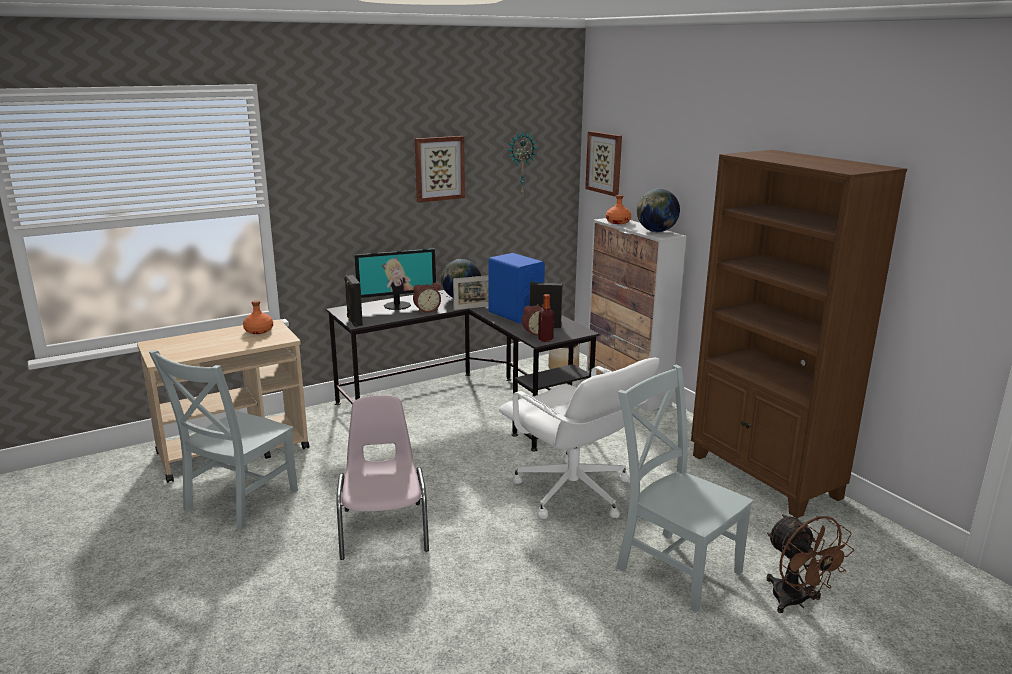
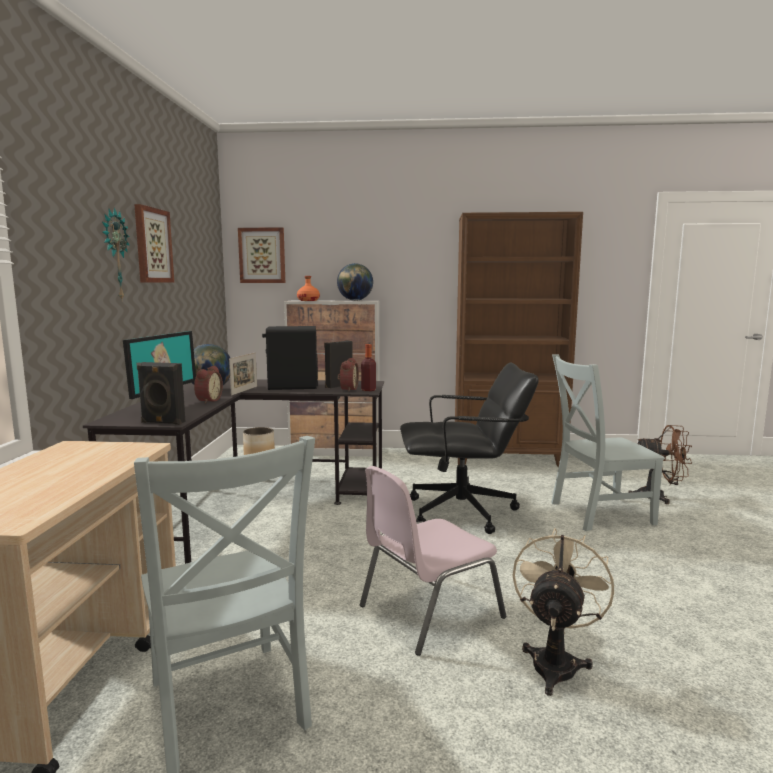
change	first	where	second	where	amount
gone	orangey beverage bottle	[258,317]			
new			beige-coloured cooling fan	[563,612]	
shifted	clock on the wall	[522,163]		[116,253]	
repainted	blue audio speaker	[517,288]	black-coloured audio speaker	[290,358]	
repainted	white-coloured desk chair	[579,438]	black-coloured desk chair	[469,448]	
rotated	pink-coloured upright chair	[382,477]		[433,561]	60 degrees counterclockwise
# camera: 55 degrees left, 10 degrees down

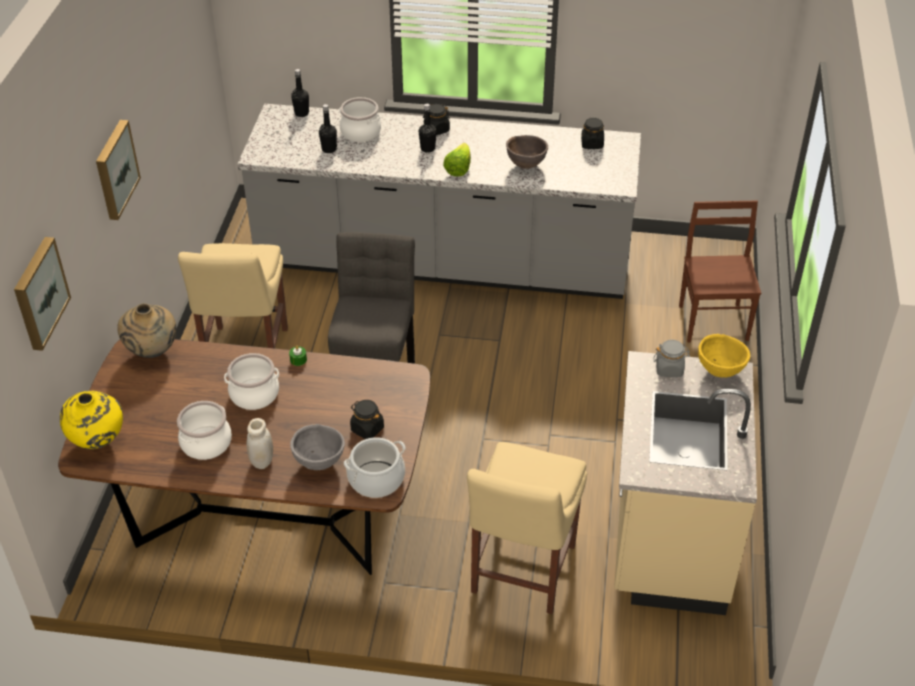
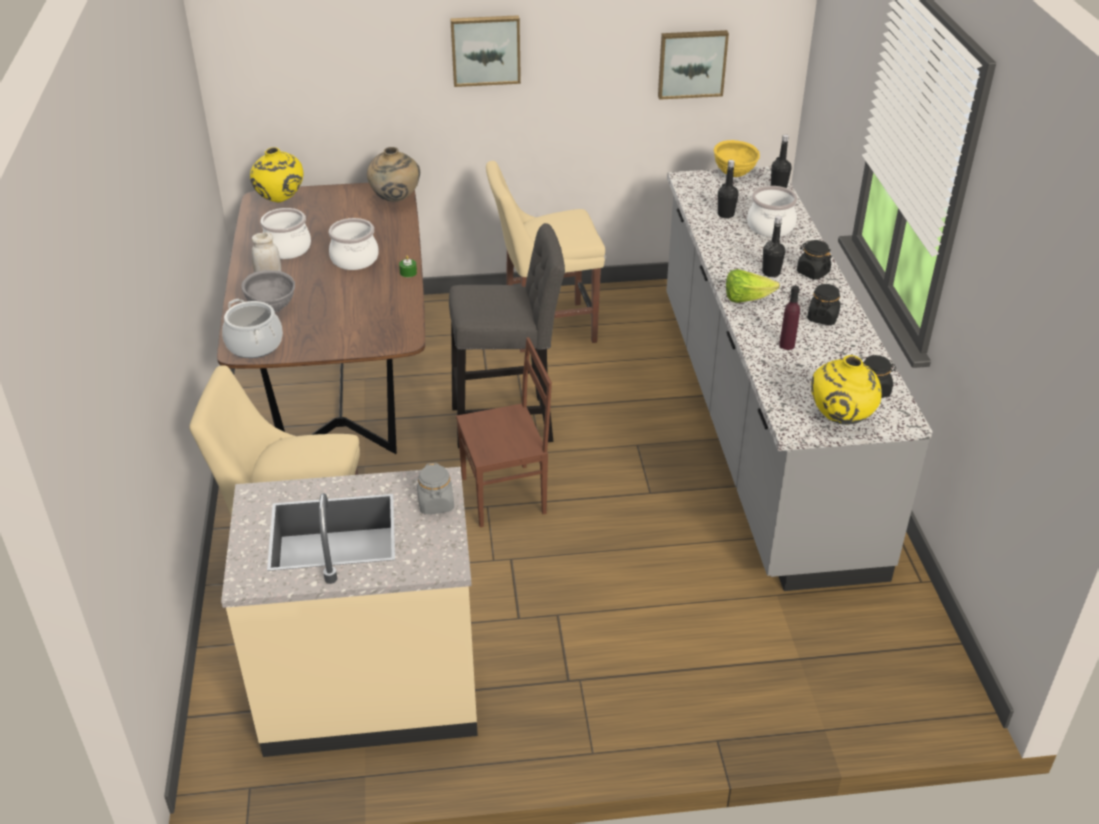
change	first	where	second	where	amount
new			yellow-coloured vase	[846,390]	
shifted	wall art	[42,294]		[693,65]	
shifted	black-coloured jar	[367,419]		[824,304]	
shifted	brown-coloured upright chair	[720,271]		[504,432]	
shifted	yellow-coloured serving bowl	[724,356]		[737,158]	
swapped	brown-coloured serving bowl	[527,152]	purple-coloured beverage bottle	[789,318]	
# camera: 75 degrees right, 5 degrees down

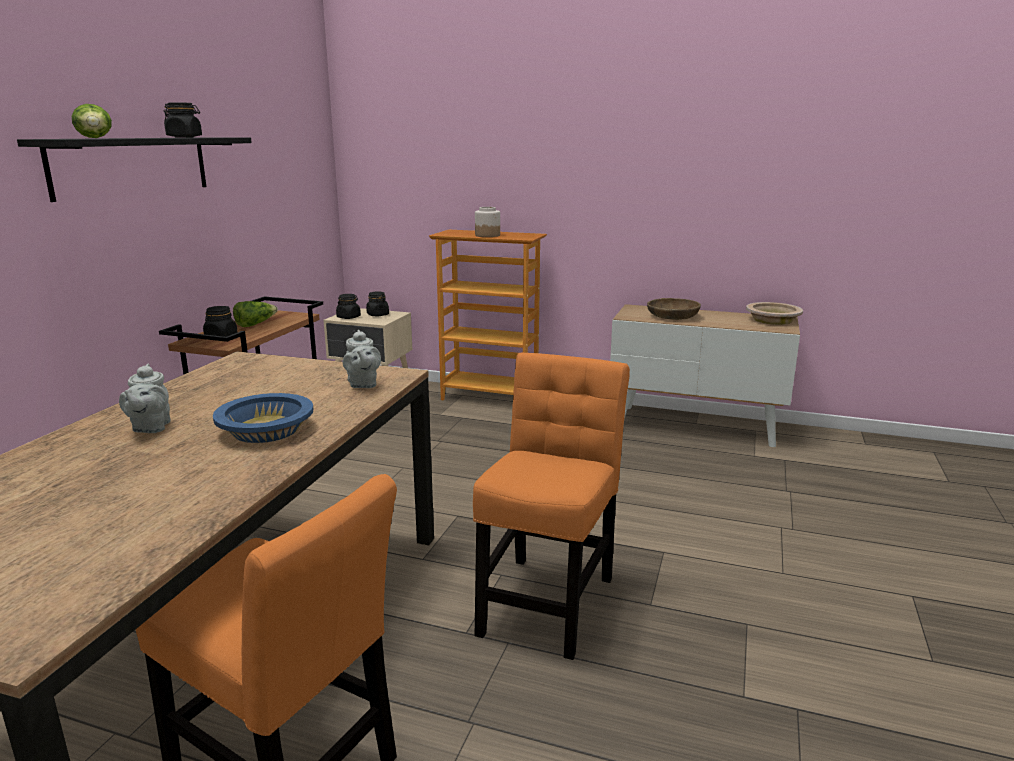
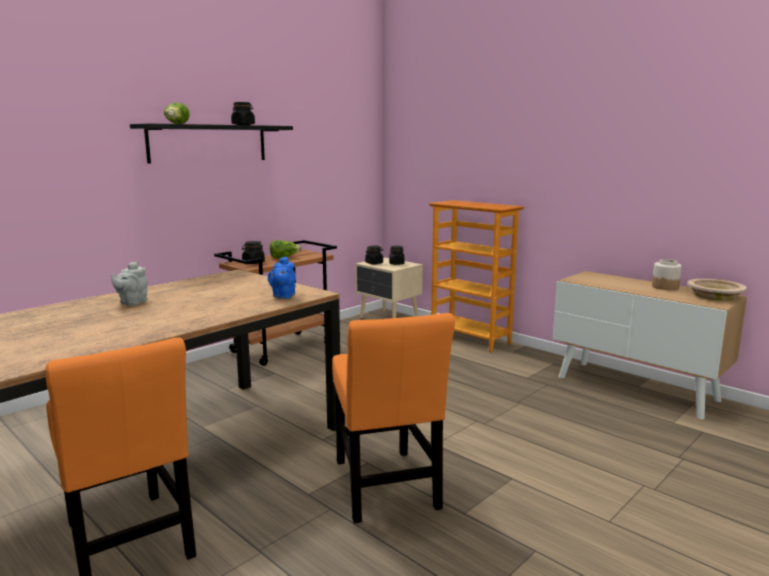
change	first	where	second	where	amount
gone	blue serving bowl	[263,418]			
gone	brown-coloured serving bowl	[674,309]			
shifted	jar	[487,222]		[667,274]	
repainted	gray pot for tea	[362,359]	blue pot for tea	[282,277]	
rotated	orangey upright chair	[551,506]		[393,418]	120 degrees clockwise
# camera: 25 degrees right, 5 degrees down

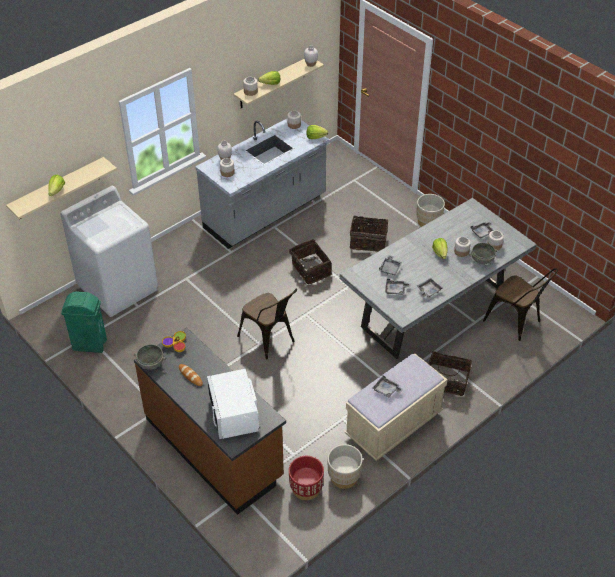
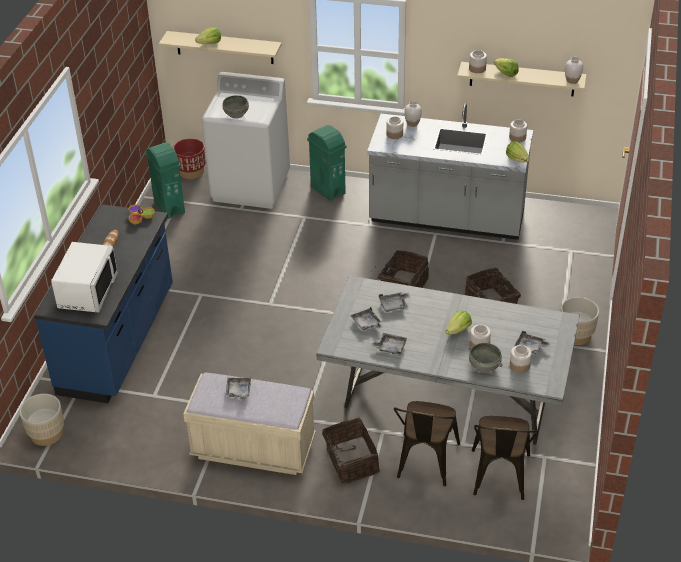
change	first	where	second	where	amount
new			green trash can	[326,163]	
shifted	gray serving bowl	[150,357]		[235,107]	
shifted	brown-coloured upright chair	[267,324]		[427,443]	
shifted	reddish planter	[306,478]		[189,158]	
shifted	beige-coloured planter	[345,466]		[41,420]	
repainted	brown-coloured counter	[210,421]	blue counter	[103,303]	
rotated	white-coloured microwave	[233,404]		[84,277]	150 degrees clockwise
# camera: 55 degrees right, 5 degrees down

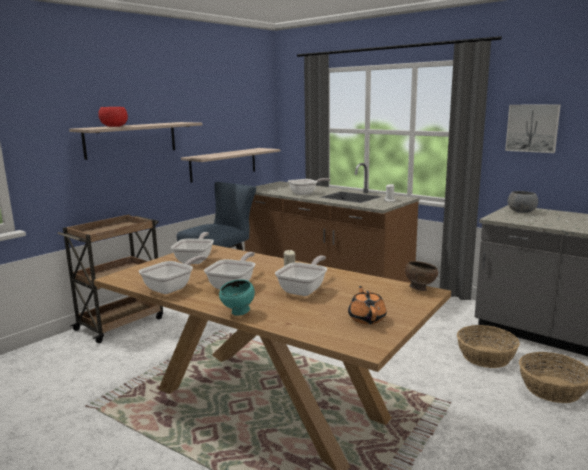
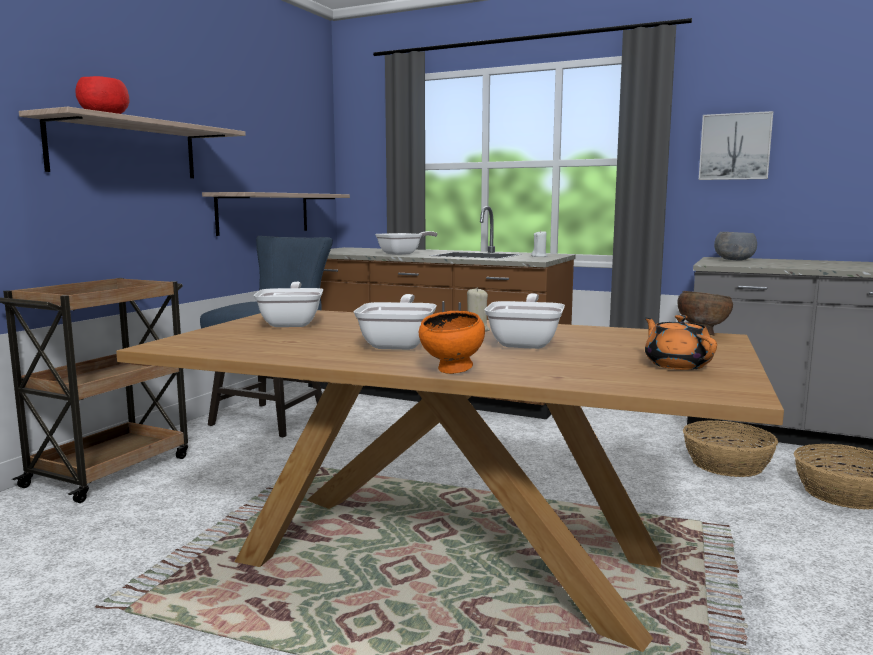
change	first	where	second	where	amount
gone	frying pan	[172,274]			
repainted	turquoise-coloured serving bowl	[237,297]	orangey serving bowl	[452,342]	
# camera: 15 degrees left, 5 degrees down

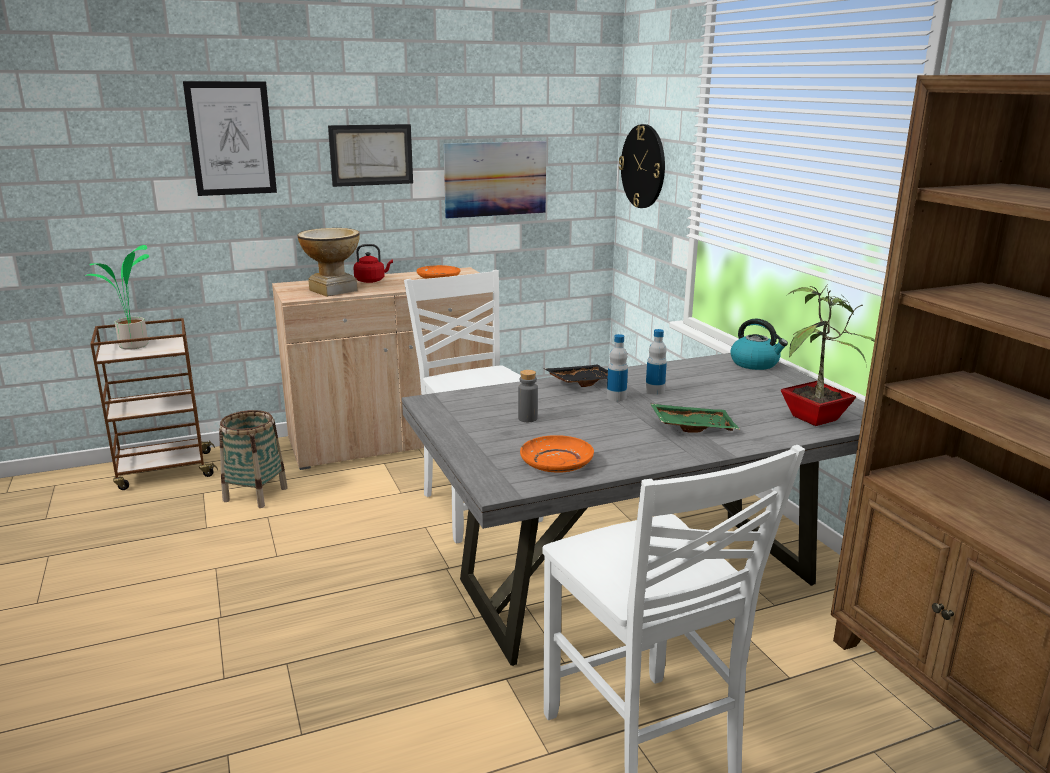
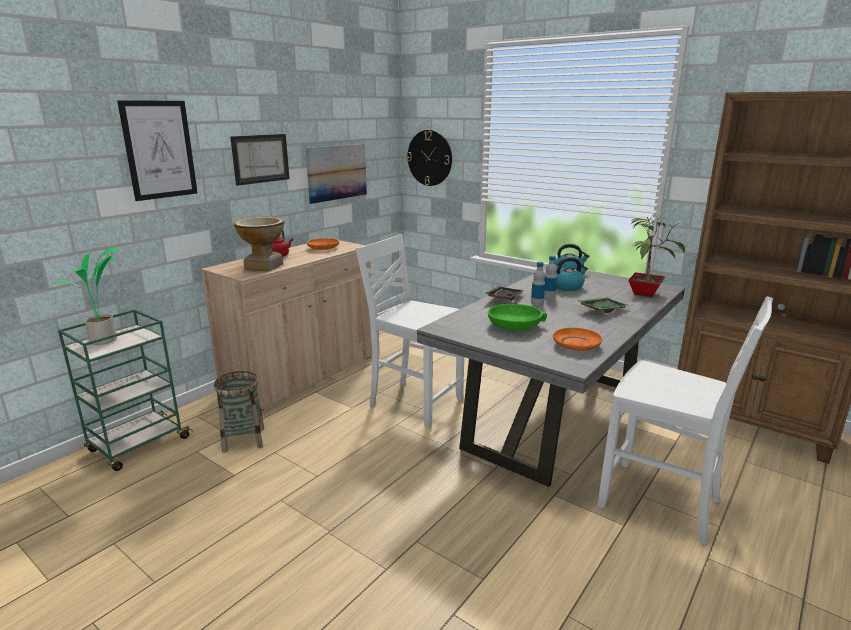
change	first	where	second	where	amount
new			kettle	[572,274]	
swapped	gray beverage bottle	[528,396]	green serving bowl	[517,317]	
repainted	brown-coloured trolley	[154,404]	green trolley	[125,390]	
# camera: 30 degrees left, 0 degrees up

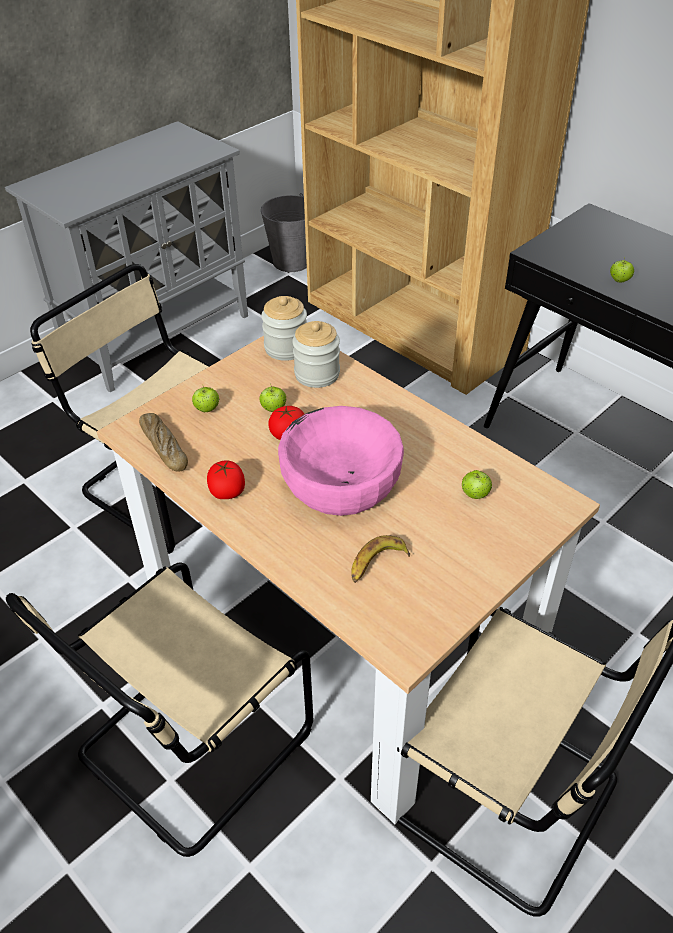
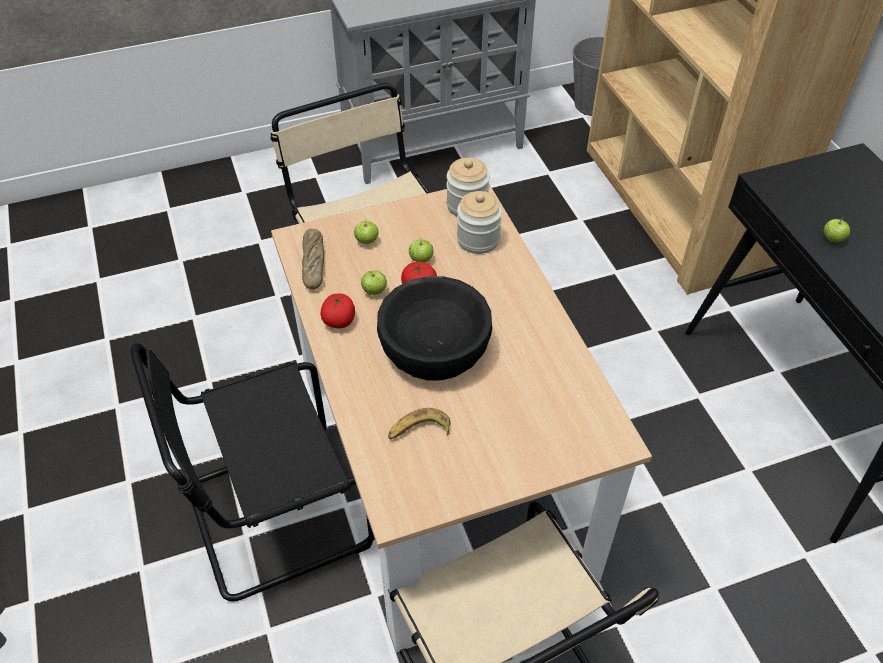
change	first	where	second	where	amount
shifted	apple fruit	[477,484]		[374,282]	
repainted	beige-coloured upright chair	[159,710]	black-coloured upright chair	[253,472]	
repainted	pink-coloured serving bowl	[341,461]	black-coloured serving bowl	[434,328]	
# camera: 25 degrees right, 5 degrees up

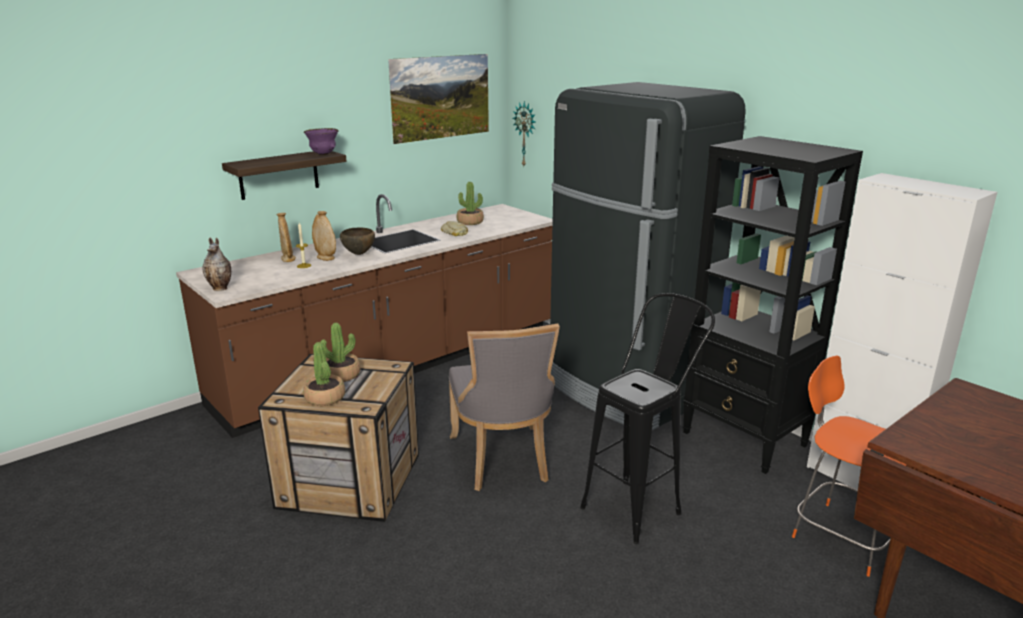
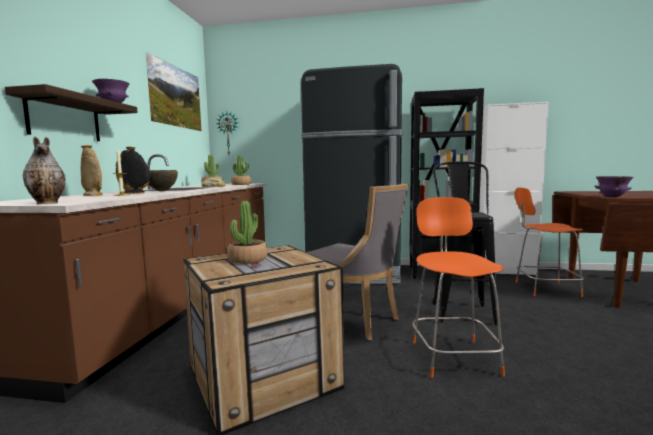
change	first	where	second	where	amount
new			orangey upright chair	[458,287]	
new			purple-coloured serving bowl	[614,186]	
shifted	plant in a pot	[324,374]		[241,170]	
repainted	beige-coloured vase	[324,236]	black-coloured vase	[133,170]	
# camera: 40 degrees left, 15 degrees down

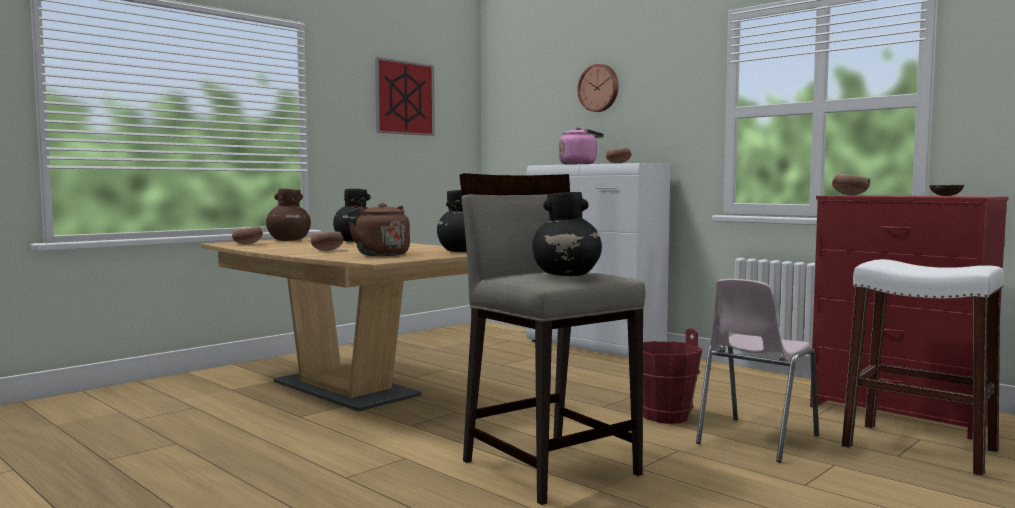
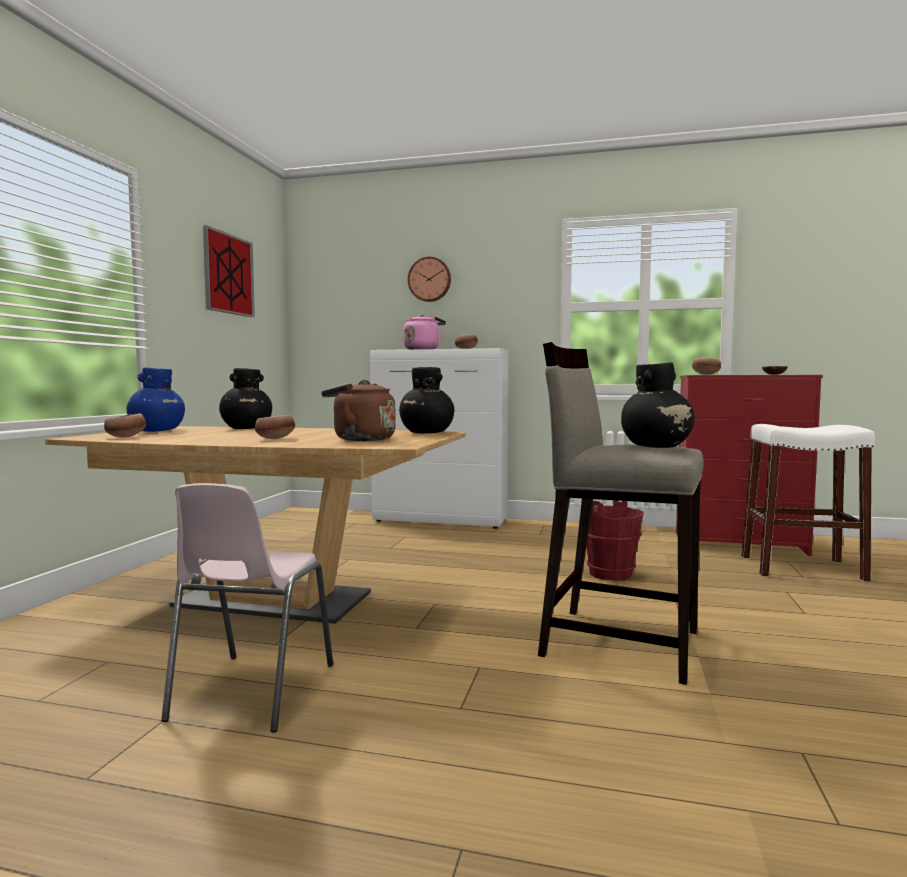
change	first	where	second	where	amount
shifted	pink-coloured upright chair	[757,371]		[247,607]	
repainted	brown-coloured vase	[288,215]	blue vase	[156,400]	
# camera: 30 degrees left, 0 degrees up

